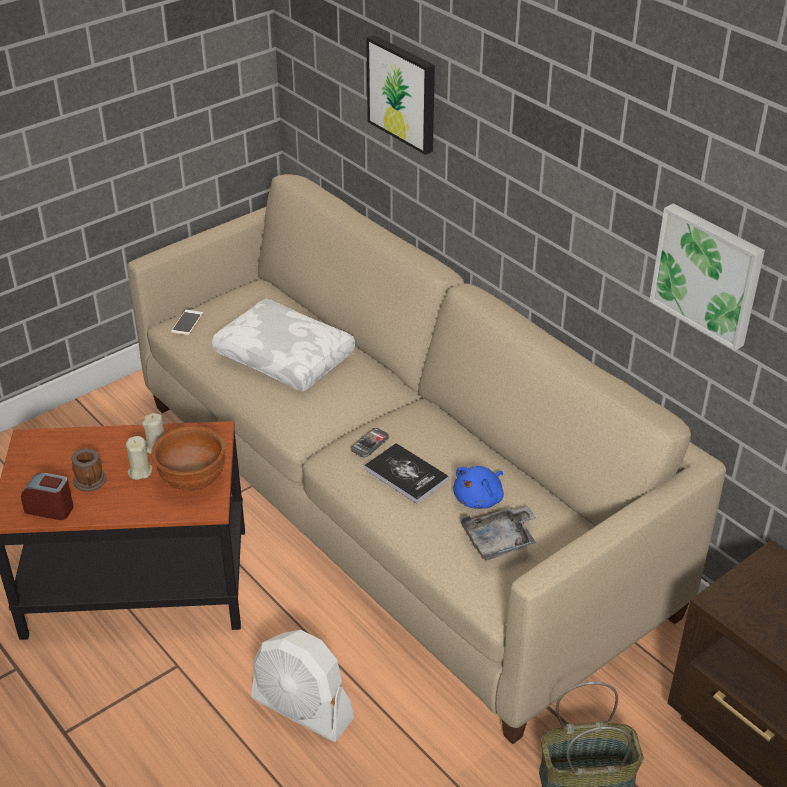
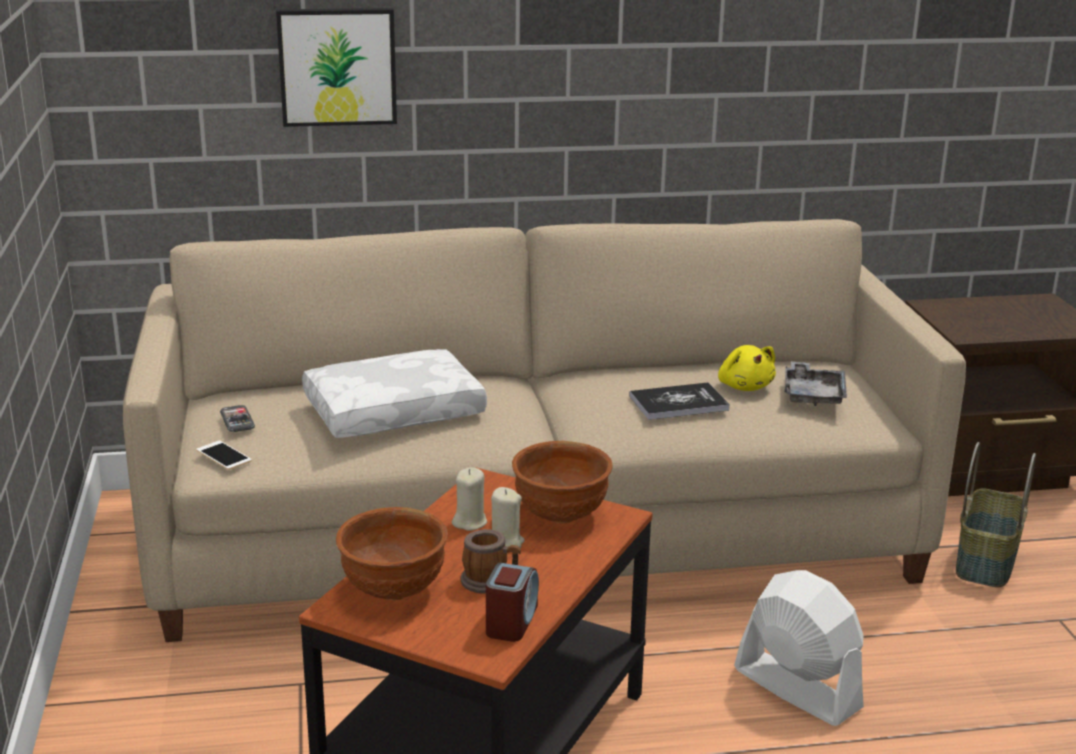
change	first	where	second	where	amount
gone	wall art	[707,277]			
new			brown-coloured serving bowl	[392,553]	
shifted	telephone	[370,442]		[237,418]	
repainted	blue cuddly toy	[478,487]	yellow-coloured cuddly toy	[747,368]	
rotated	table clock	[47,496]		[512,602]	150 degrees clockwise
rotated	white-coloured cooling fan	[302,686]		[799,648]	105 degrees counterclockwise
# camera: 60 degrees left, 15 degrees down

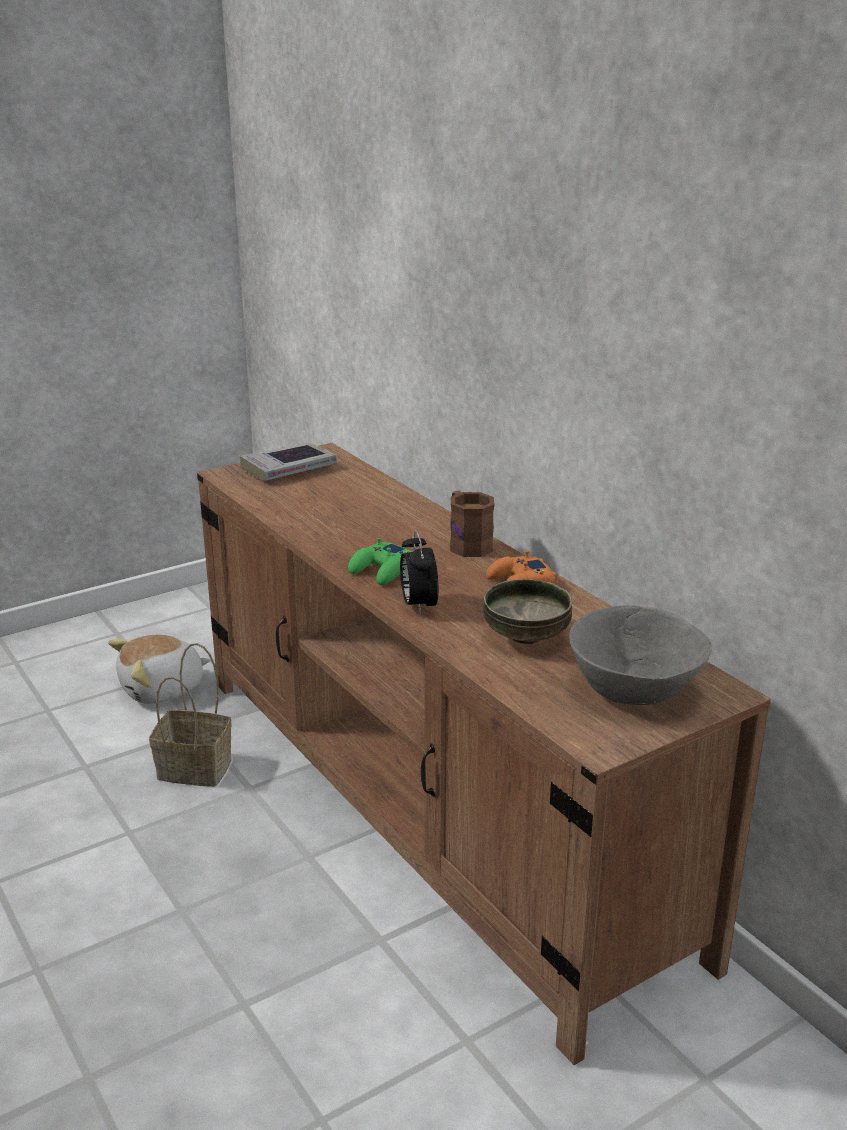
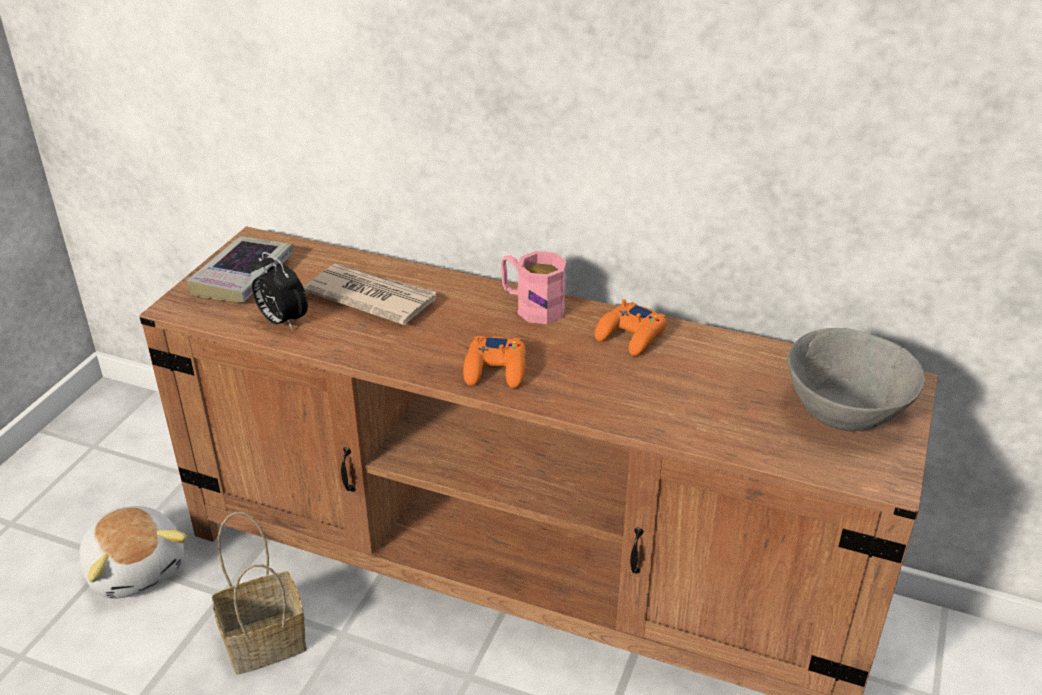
change	first	where	second	where	amount
gone	serving bowl	[527,611]			
new			printed paper	[370,294]	
shifted	table clock	[419,573]		[279,291]	
repainted	green gamepad	[380,561]	orangey gamepad	[494,362]	
repainted	brown-coloured mug	[472,524]	pink-coloured mug	[533,287]	
rotated	cuddly toy	[159,669]		[133,552]	60 degrees counterclockwise
# camera: 35 degrees left, 10 degrees up

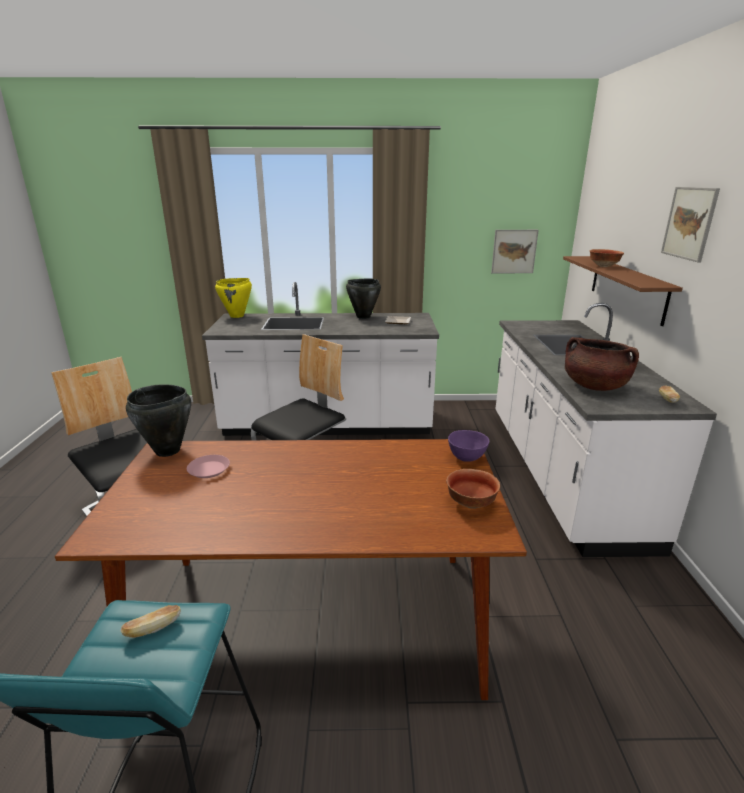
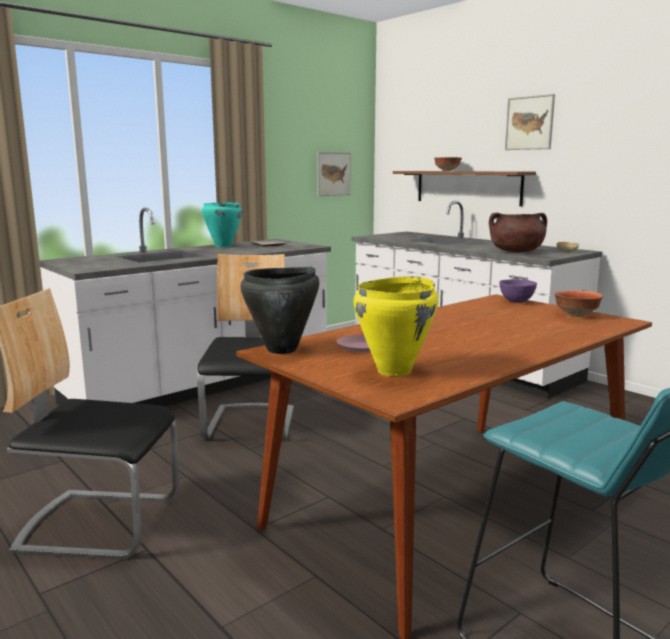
change	first	where	second	where	amount
gone	baked bread	[150,621]			
shifted	yellow-coloured stockpot	[233,298]		[395,326]	
repainted	black-coloured stockpot	[363,299]	turquoise-coloured stockpot	[222,224]	
# camera: 40 degrees left, 10 degrees down

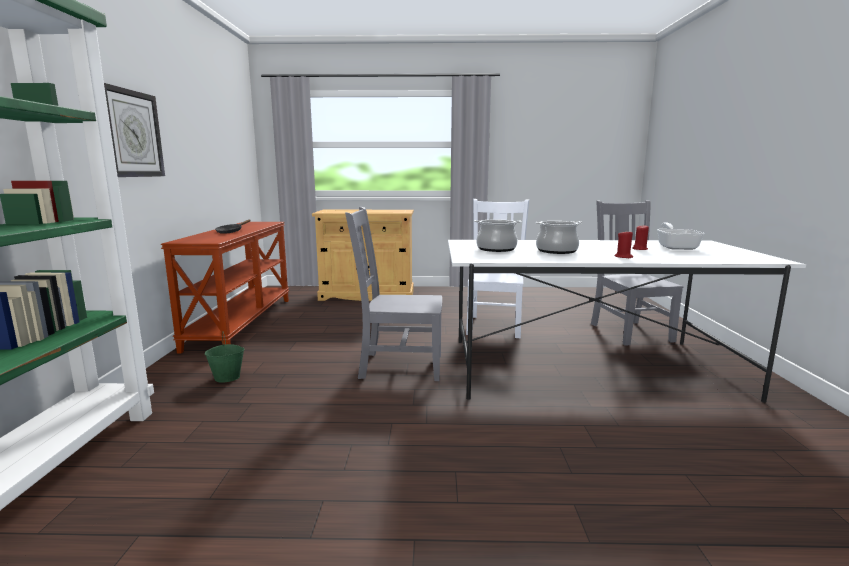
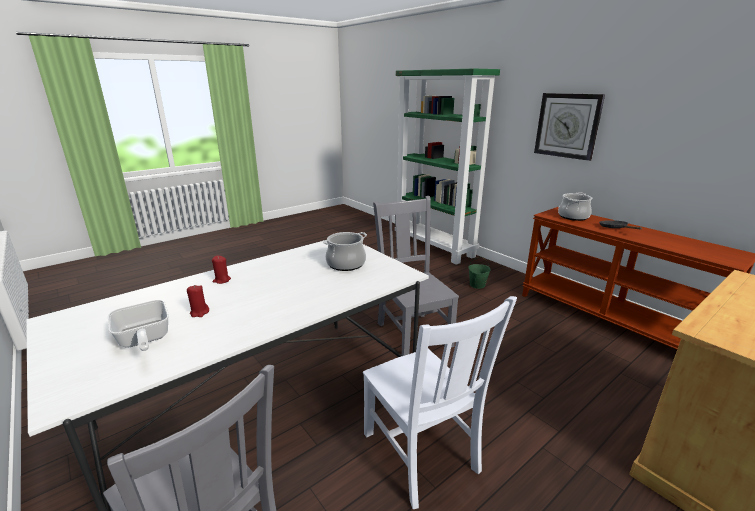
change	first	where	second	where	amount
shifted	stockpot	[558,237]		[575,206]	
rotated	gray upright chair	[393,294]		[416,276]	75 degrees counterclockwise
# camera: 140 degrees right, 10 degrees up

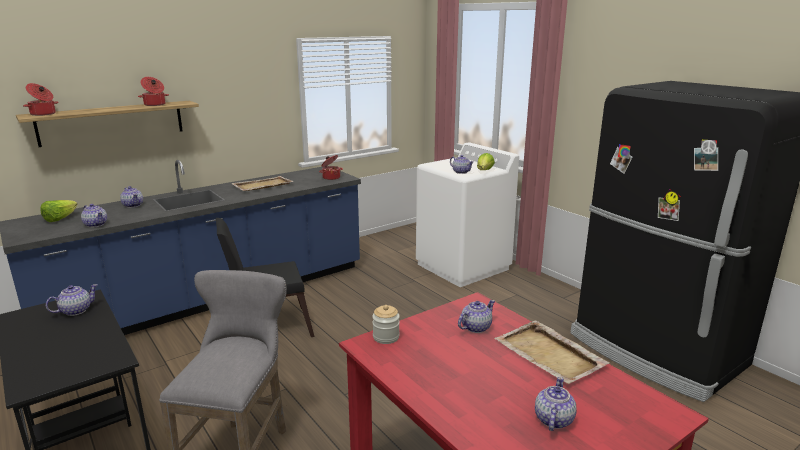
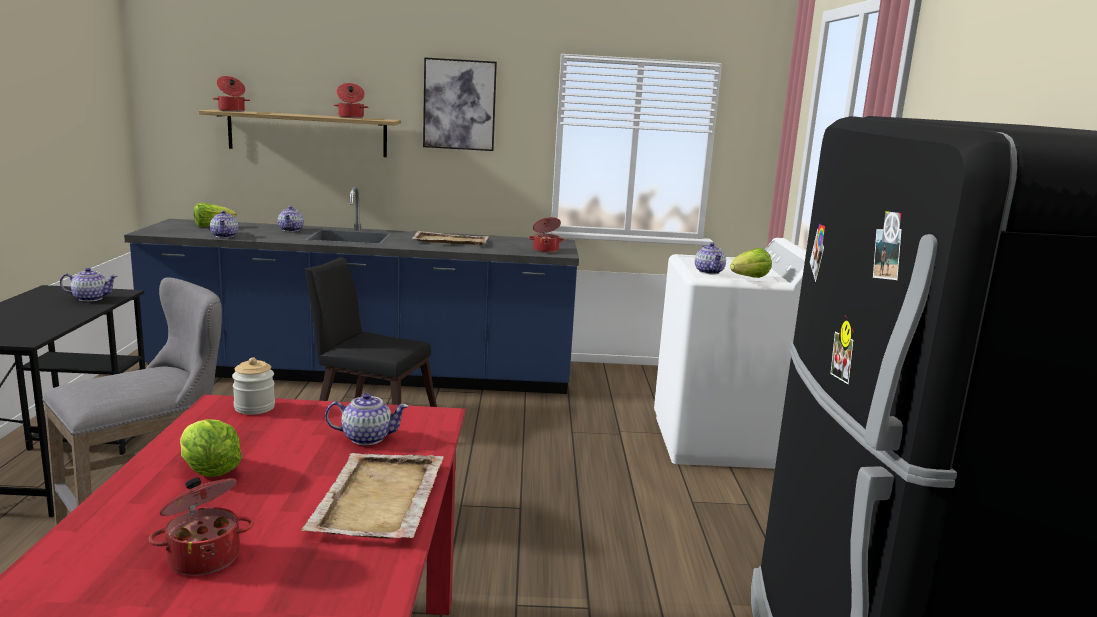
change	first	where	second	where	amount
new			lettuce head	[211,448]	
new			wall art	[460,104]	
swapped	pot for tea	[555,404]	stockpot	[201,526]	
# camera: 35 degrees right, 5 degrees down

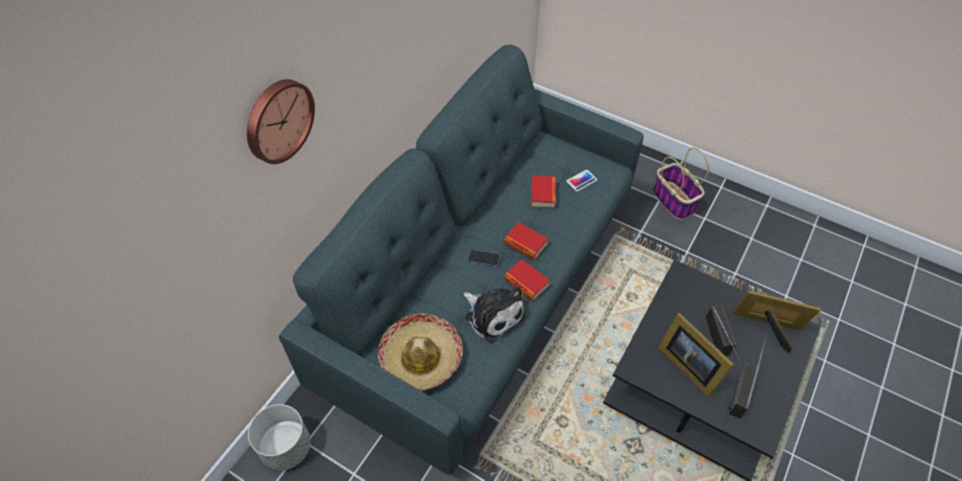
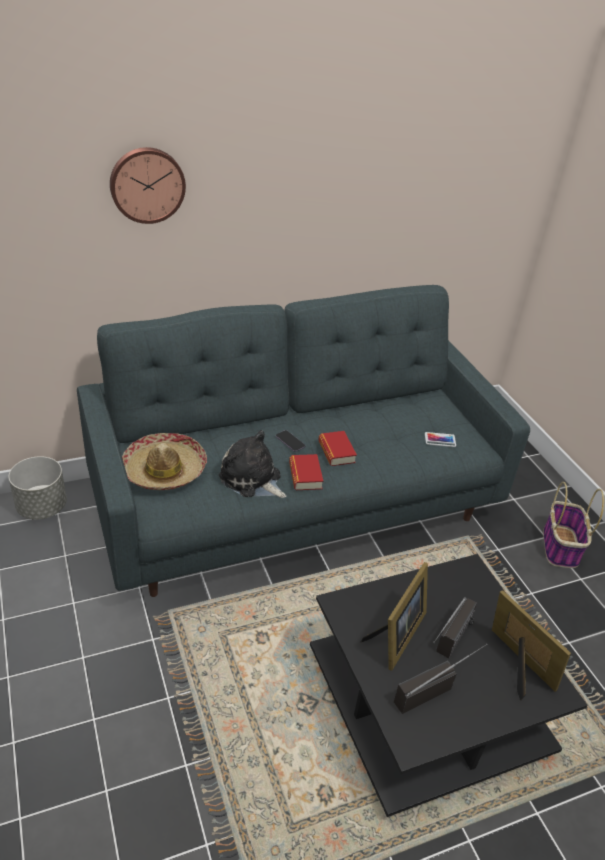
change	first	where	second	where	amount
gone	book	[543,191]			
rotated	cuddly toy	[494,314]		[252,464]	135 degrees clockwise
rotated	photo frame	[696,355]		[394,616]	150 degrees counterclockwise
# camera: 35 degrees right, 15 degrees down

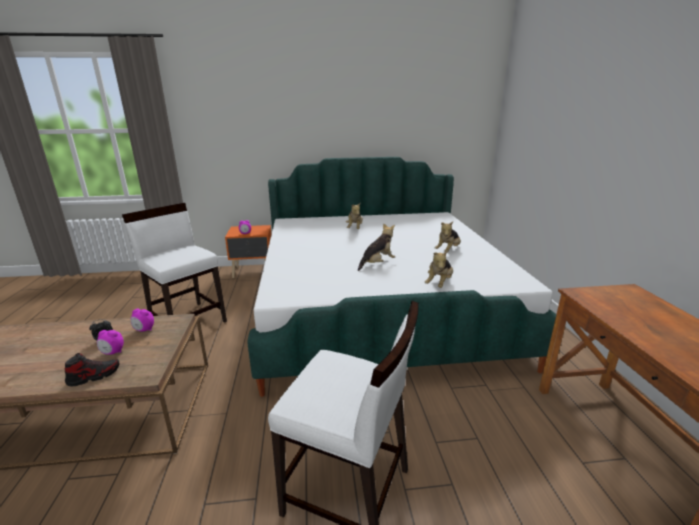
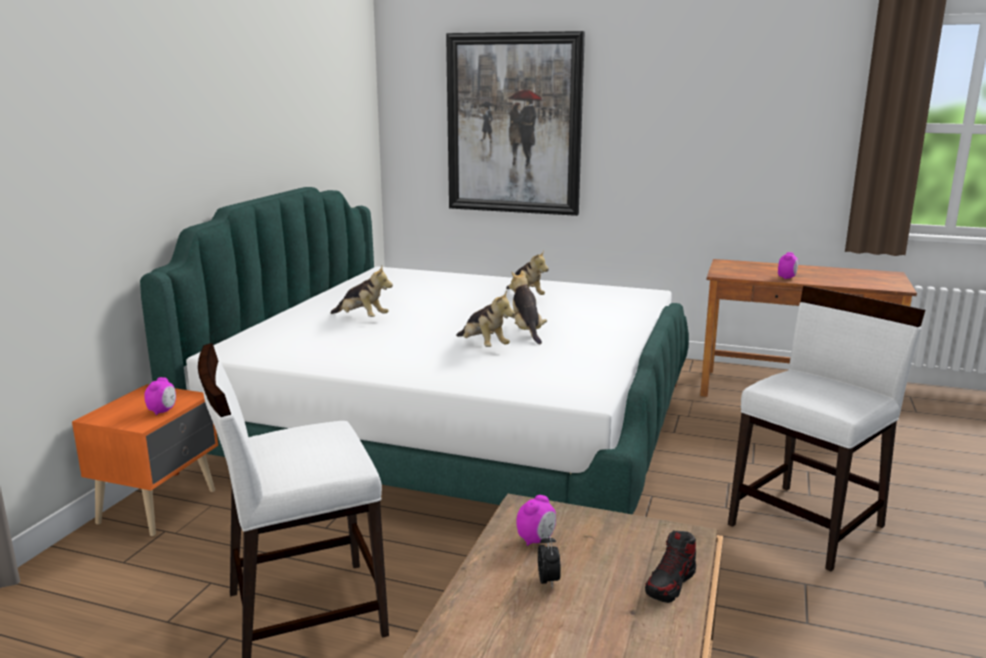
change	first	where	second	where	amount
new			wall art	[515,123]	
shifted	table clock	[110,342]		[788,265]	
shifted	cuddly toy	[439,269]		[485,318]	
rotated	shoe	[92,370]		[670,566]	135 degrees counterclockwise
# camera: 65 degrees left, 5 degrees down

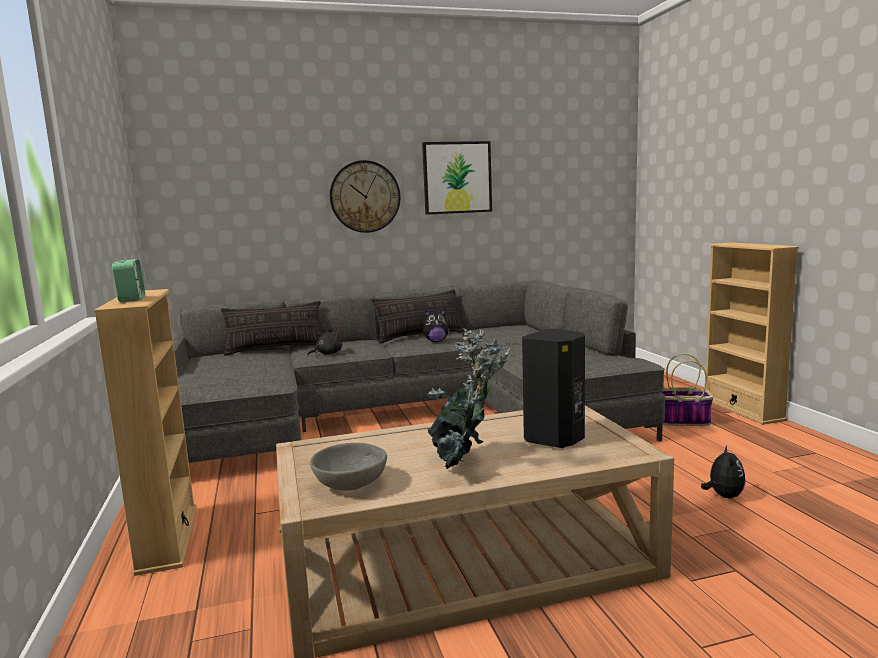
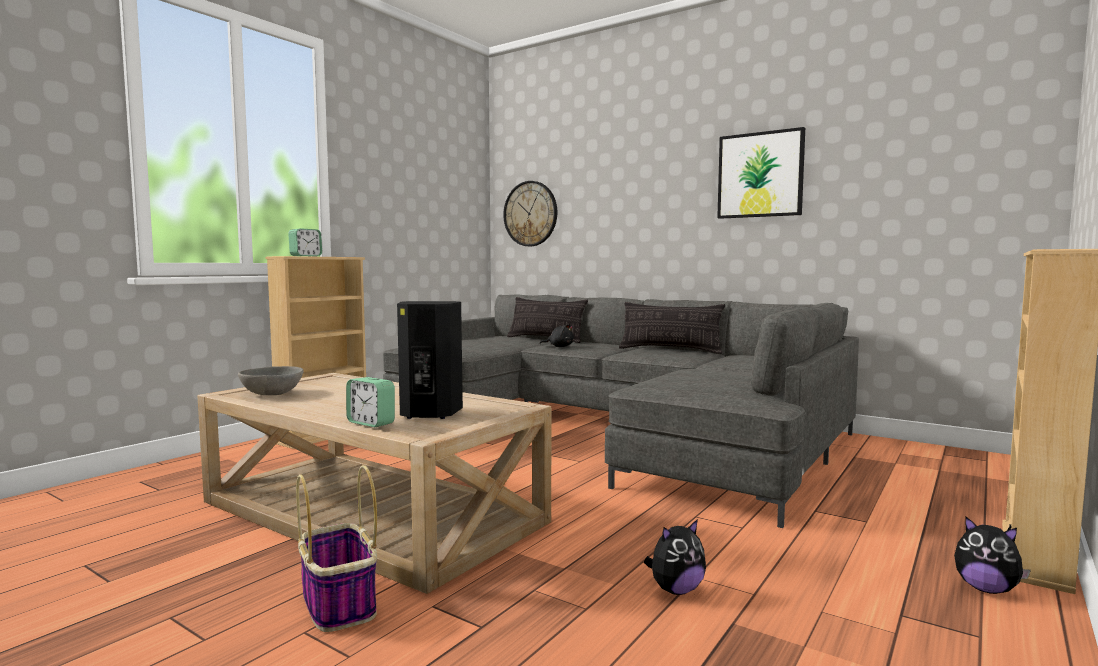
change	first	where	second	where	amount
gone	plant in a pot	[468,398]			
new			table clock	[370,402]	
shifted	clock on the wall	[365,196]		[530,213]	
shifted	cuddly toy	[436,325]		[992,555]	
shifted	storage basket	[688,390]		[336,548]	
# camera: 50 degrees right, 5 degrees down

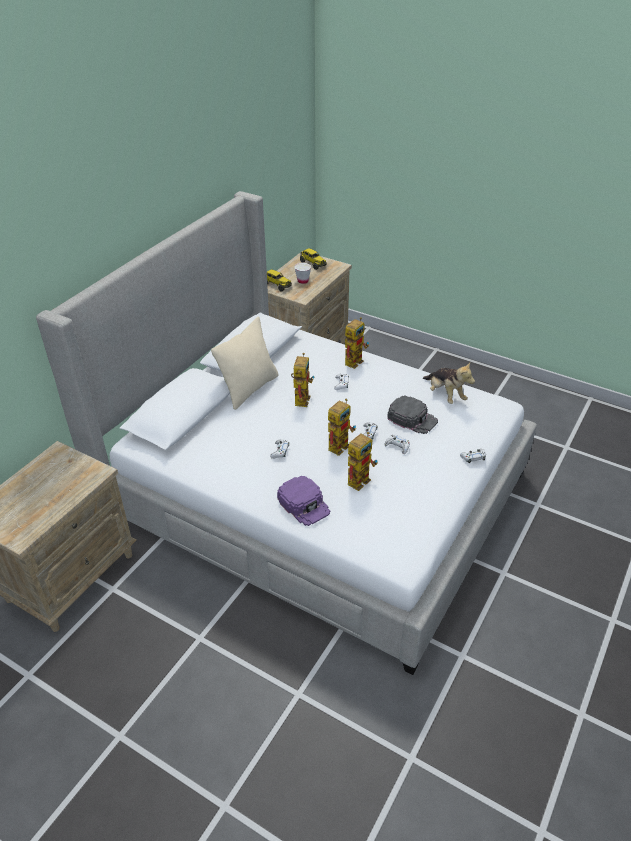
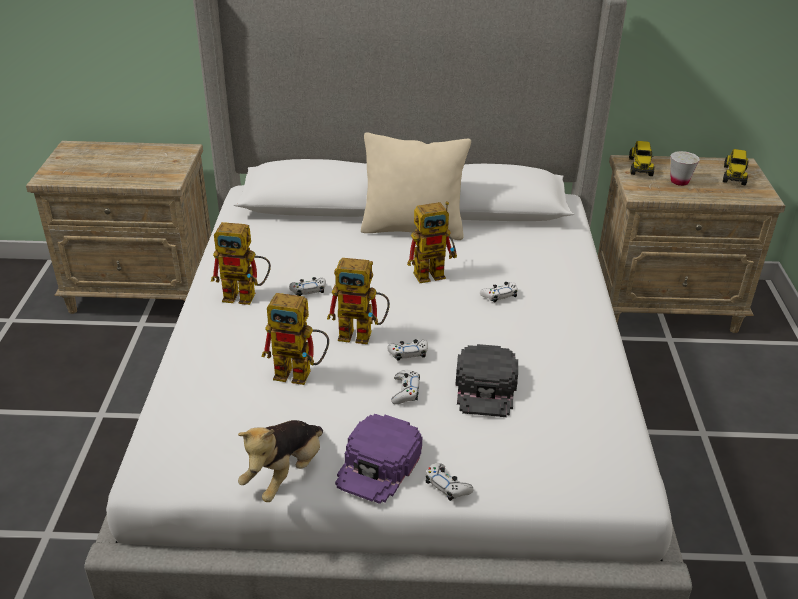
change	first	where	second	where	amount
shifted	purple-coloured baseball cap	[303,501]		[378,459]	
shifted	robot figure	[357,343]		[241,263]	
shifted	cuddly toy	[449,383]		[280,461]	
# camera: 60 degrees right, 5 degrees down

